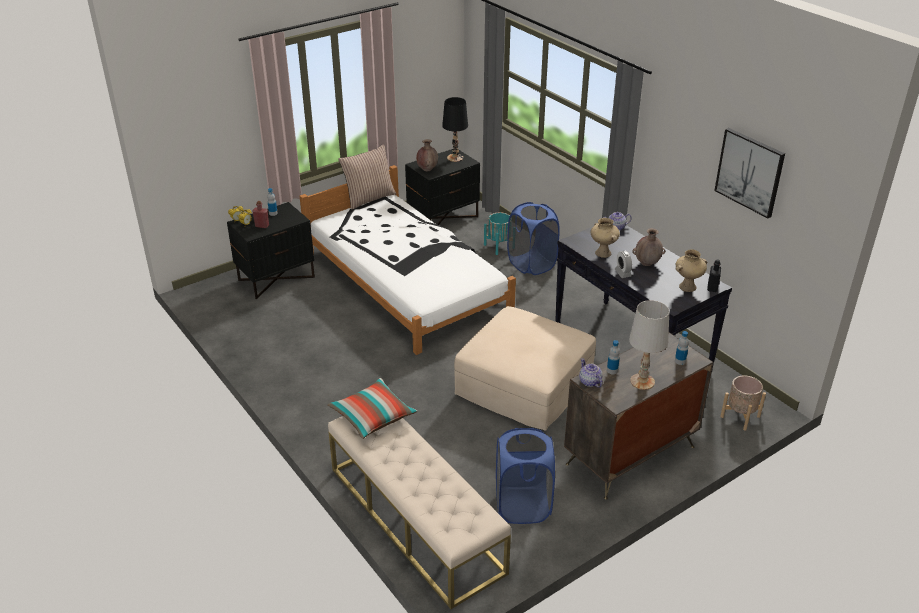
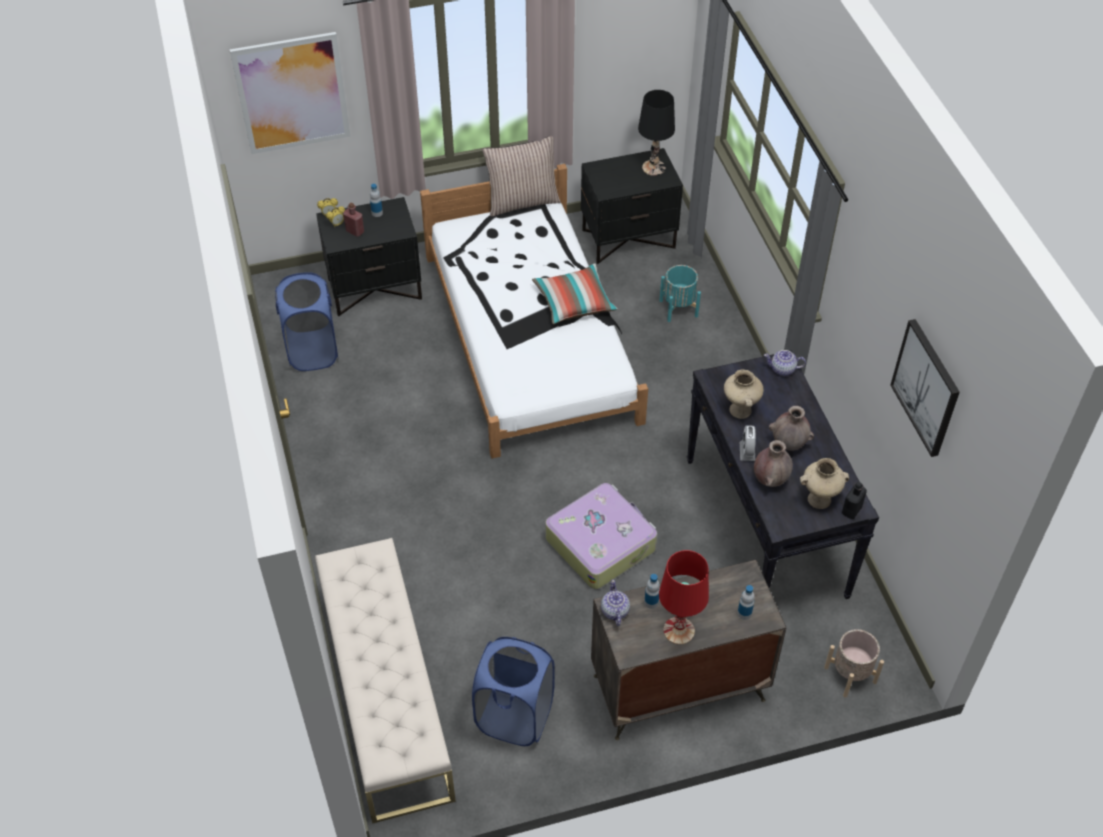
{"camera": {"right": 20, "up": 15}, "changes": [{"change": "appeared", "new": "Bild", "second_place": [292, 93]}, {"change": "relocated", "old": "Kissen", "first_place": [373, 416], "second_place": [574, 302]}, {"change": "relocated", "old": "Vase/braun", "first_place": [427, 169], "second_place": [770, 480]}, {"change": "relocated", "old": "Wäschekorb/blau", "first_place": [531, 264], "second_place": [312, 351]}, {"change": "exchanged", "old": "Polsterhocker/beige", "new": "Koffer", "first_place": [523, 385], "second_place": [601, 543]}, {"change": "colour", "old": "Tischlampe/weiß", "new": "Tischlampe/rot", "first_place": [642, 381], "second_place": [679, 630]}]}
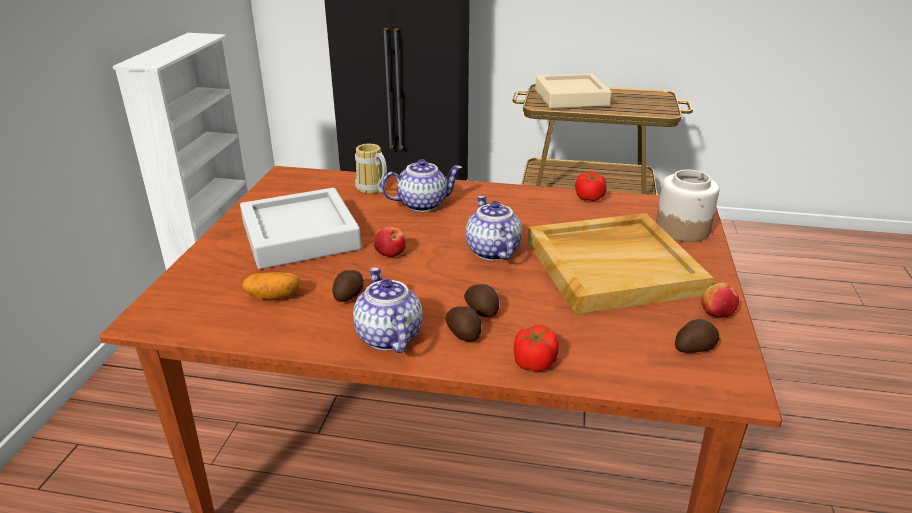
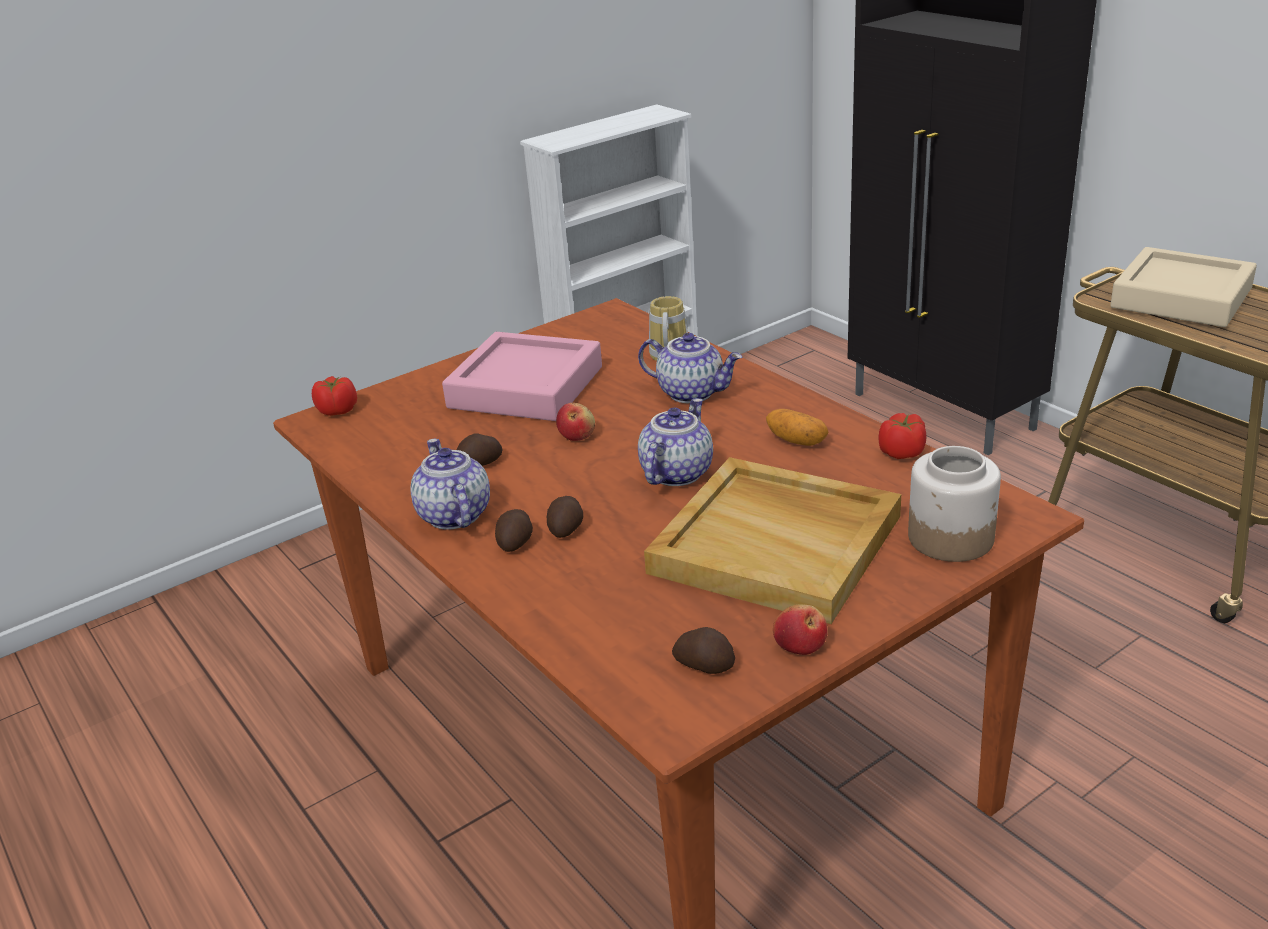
{"camera": {"right": 45, "up": 0}, "changes": [{"change": "relocated", "old": "Kartoffel", "first_place": [274, 296], "second_place": [797, 440]}, {"change": "relocated", "old": "Tomate", "first_place": [534, 362], "second_place": [337, 410]}, {"change": "colour", "old": "Tablett/grau", "new": "Tablett/rosa", "first_place": [300, 236], "second_place": [526, 387]}, {"change": "spun", "old": "Teekanne", "first_place": [387, 336], "second_place": [453, 515], "degrees": -45}]}
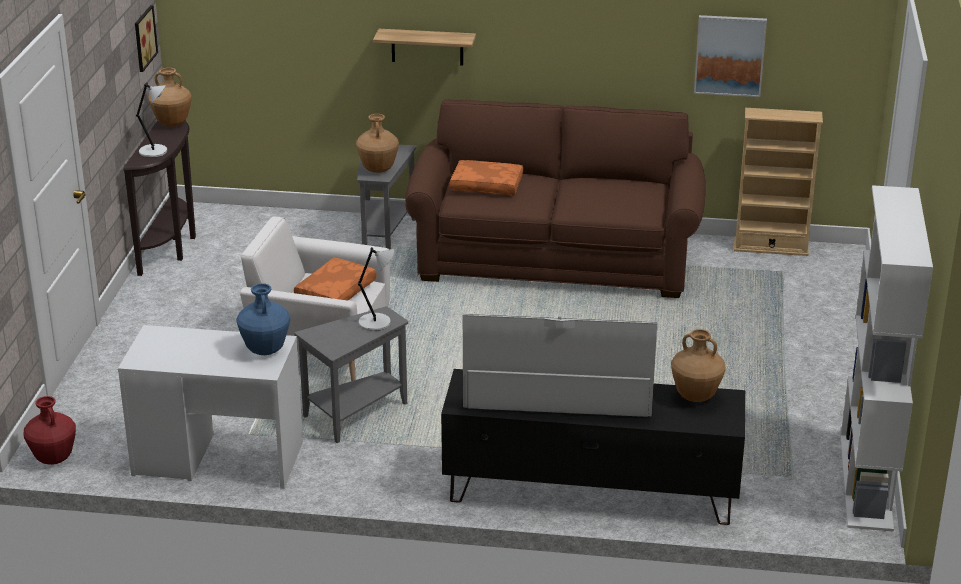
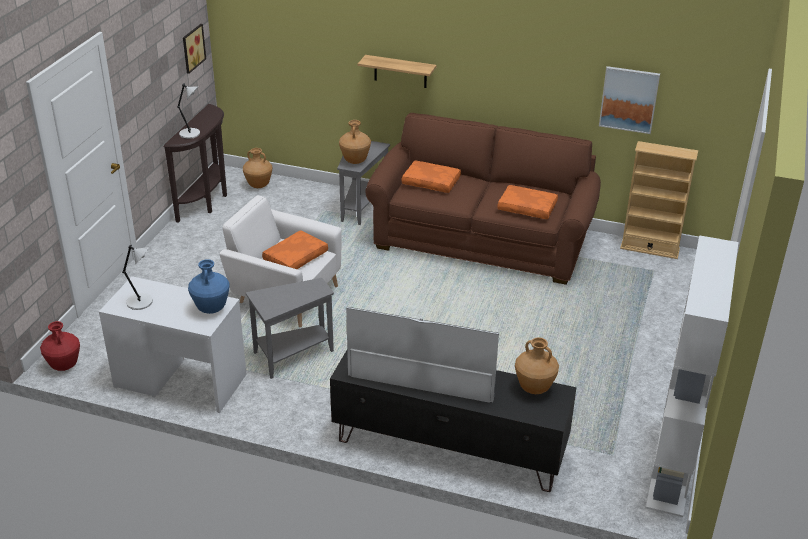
{"camera": {"right": 10, "up": 5}, "changes": [{"change": "appeared", "new": "Kissen/orange", "second_place": [527, 208]}, {"change": "relocated", "old": "Vase/braun", "first_place": [173, 124], "second_place": [259, 185]}, {"change": "relocated", "old": "Tischlampe/grau", "first_place": [376, 322], "second_place": [141, 302]}]}
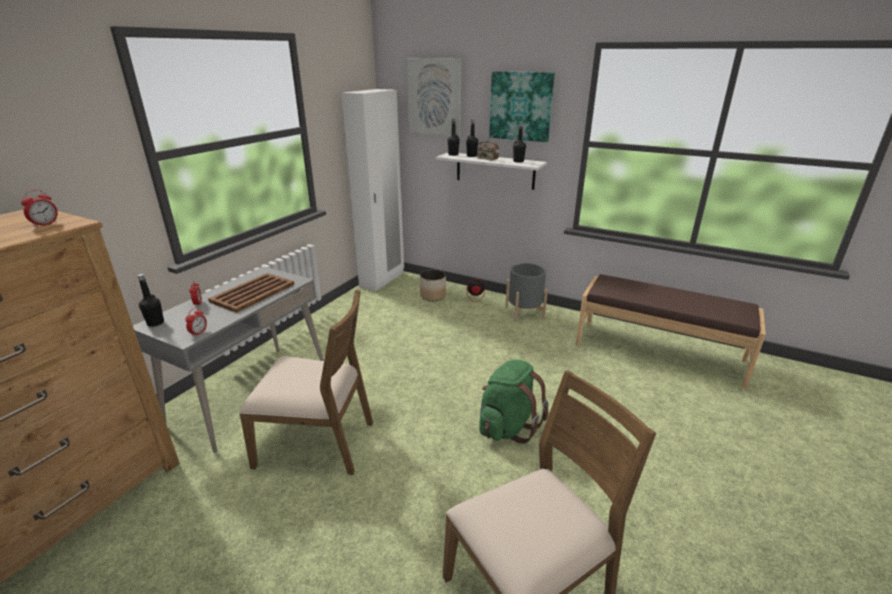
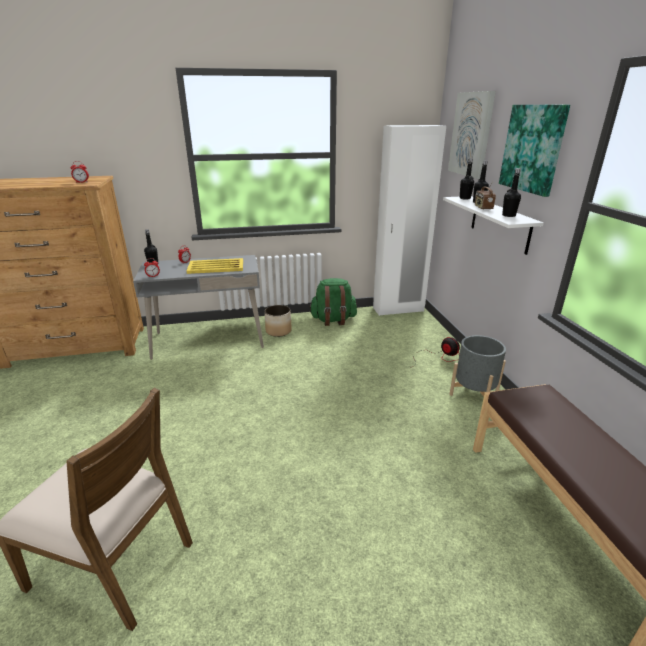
{"camera": {"right": 50, "up": 0}, "changes": [{"change": "missing", "old": "Stuhl/braun", "first_place": [317, 442]}, {"change": "relocated", "old": "Pflanzkübel", "first_place": [433, 296], "second_place": [278, 331]}, {"change": "relocated", "old": "Rucksack/grün", "first_place": [507, 426], "second_place": [333, 320]}, {"change": "colour", "old": "Tablett/braun", "new": "Tablett/gelb", "first_place": [254, 292], "second_place": [216, 267]}]}
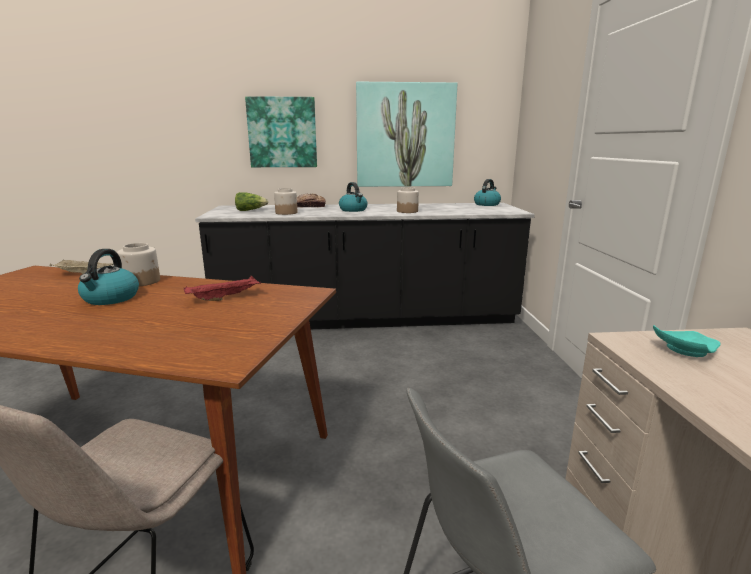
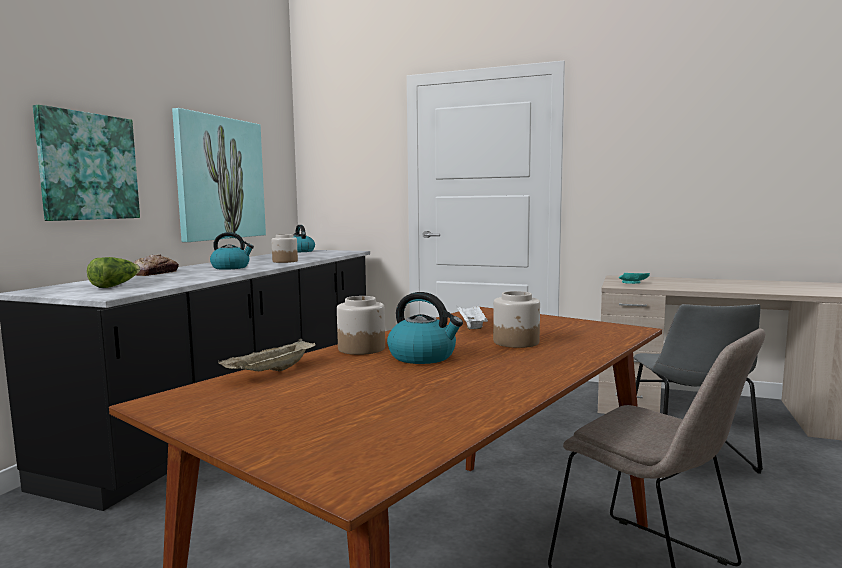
{"camera": {"right": -65, "up": -10}, "changes": [{"change": "relocated", "old": "Vorratsglas", "first_place": [286, 213], "second_place": [516, 342]}, {"change": "colour", "old": "Tablett/rot", "new": "Tablett/weiß", "first_place": [225, 297], "second_place": [471, 327]}]}
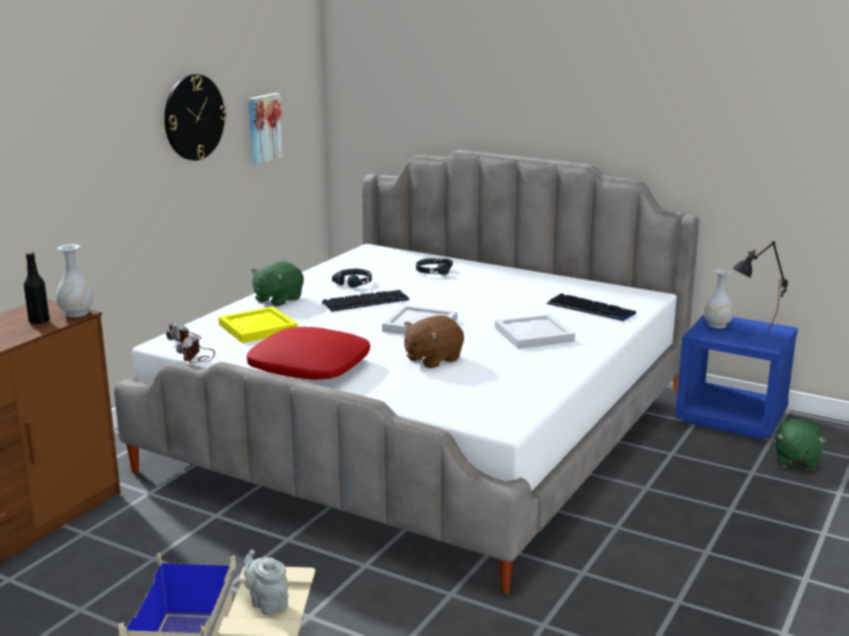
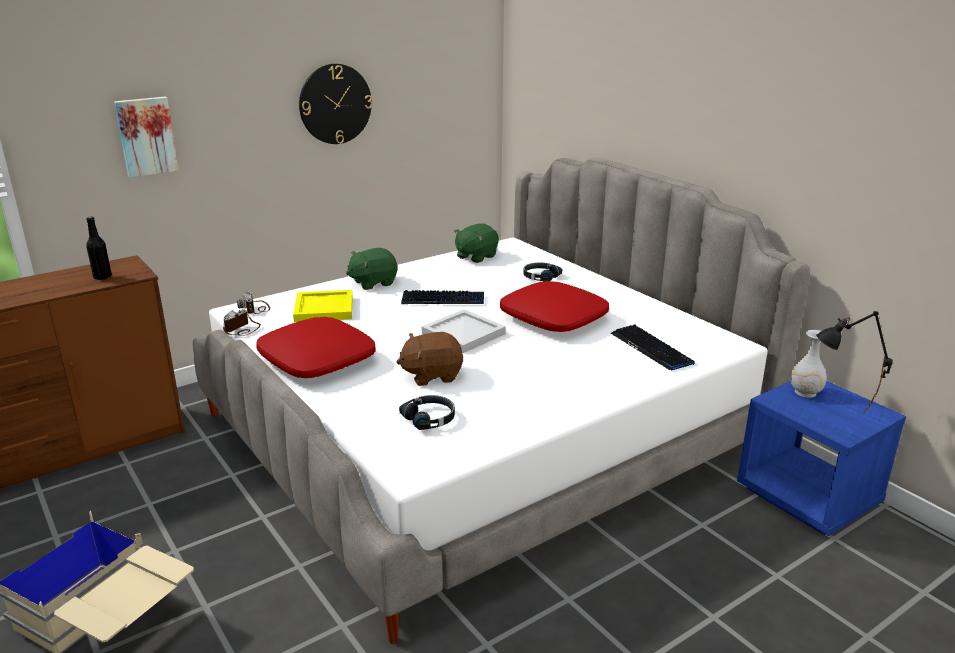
{"camera": {"right": 25, "up": 5}, "changes": [{"change": "missing", "old": "Vase/weiß", "first_place": [77, 313]}, {"change": "missing", "old": "Teekanne/grau", "first_place": [267, 603]}, {"change": "missing", "old": "Tablett/weiß", "first_place": [535, 334]}, {"change": "appeared", "new": "Kissen/rot", "second_place": [554, 318]}, {"change": "relocated", "old": "Bild", "first_place": [263, 128], "second_place": [146, 136]}, {"change": "relocated", "old": "Kopfhörer/schwarz", "first_place": [354, 282], "second_place": [430, 418]}, {"change": "relocated", "old": "Plüschtier/grün", "first_place": [795, 460], "second_place": [476, 256]}]}
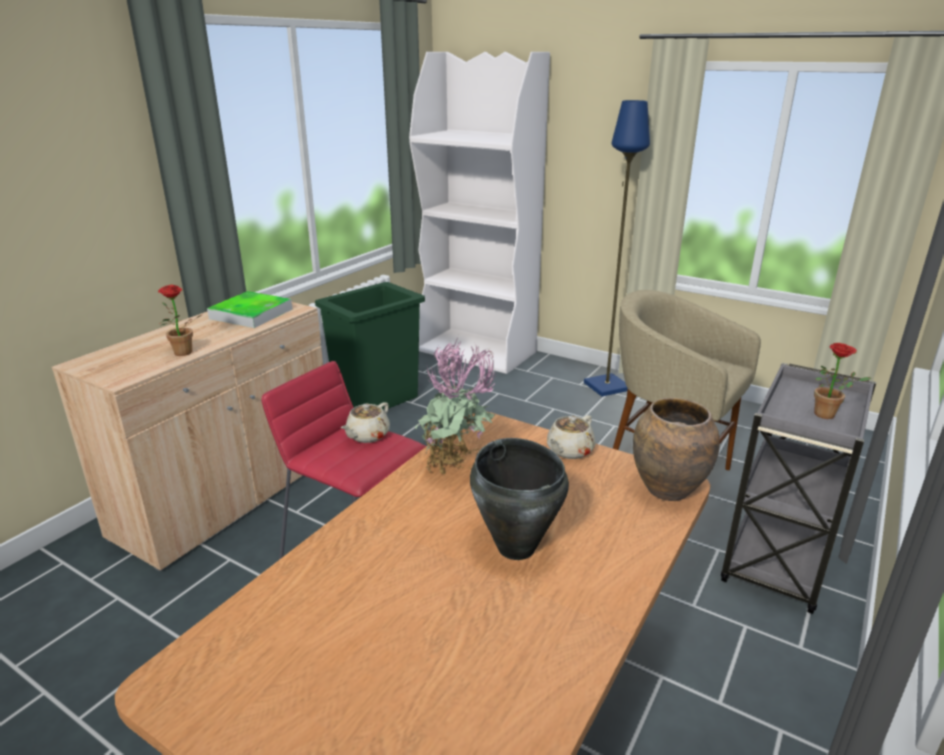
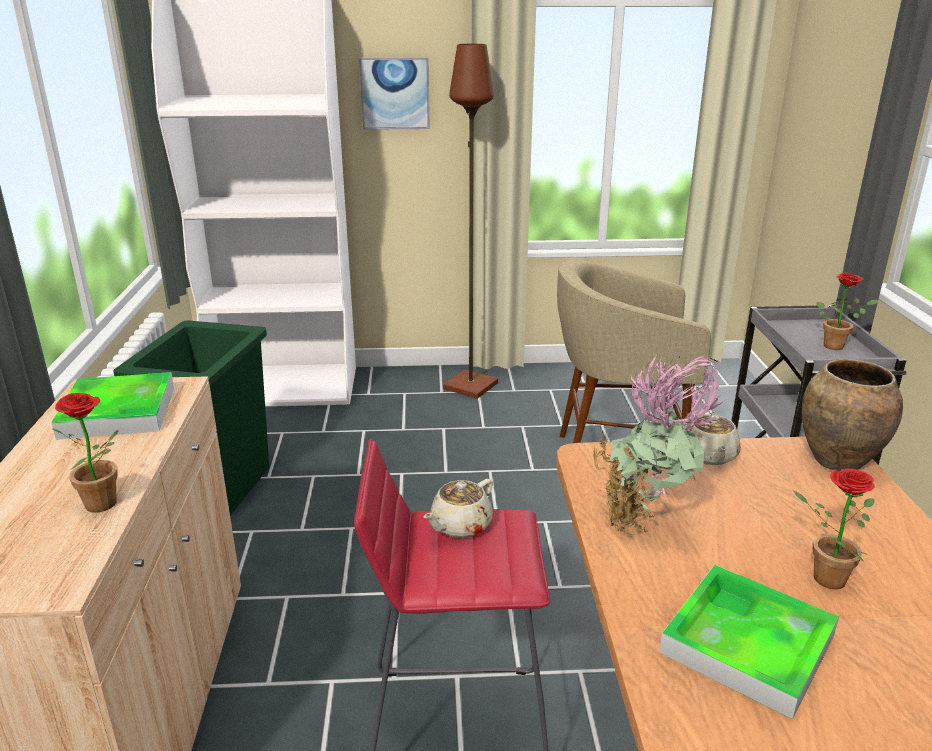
{"camera": {"right": -35, "up": 0}, "changes": [{"change": "appeared", "new": "Bild", "second_place": [395, 93]}, {"change": "appeared", "new": "Tablett", "second_place": [747, 644]}, {"change": "exchanged", "old": "Kochtopf/schwarz", "new": "Topfpflanze", "first_place": [516, 547], "second_place": [821, 577]}, {"change": "colour", "old": "Stehlampe/blau", "new": "Stehlampe/braun", "first_place": [606, 387], "second_place": [471, 386]}, {"change": "spun", "old": "Teekanne/beige", "first_place": [367, 436], "second_place": [460, 526], "degrees": 45}]}
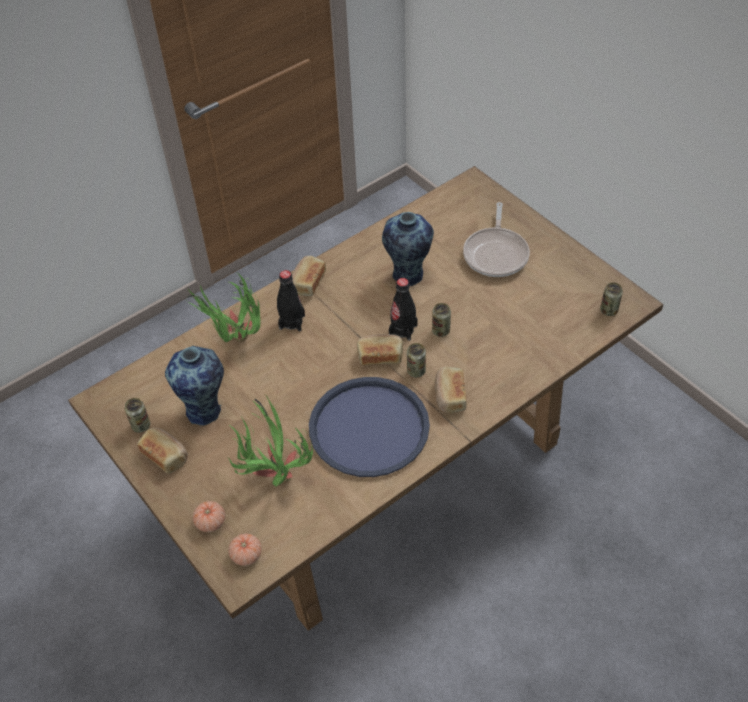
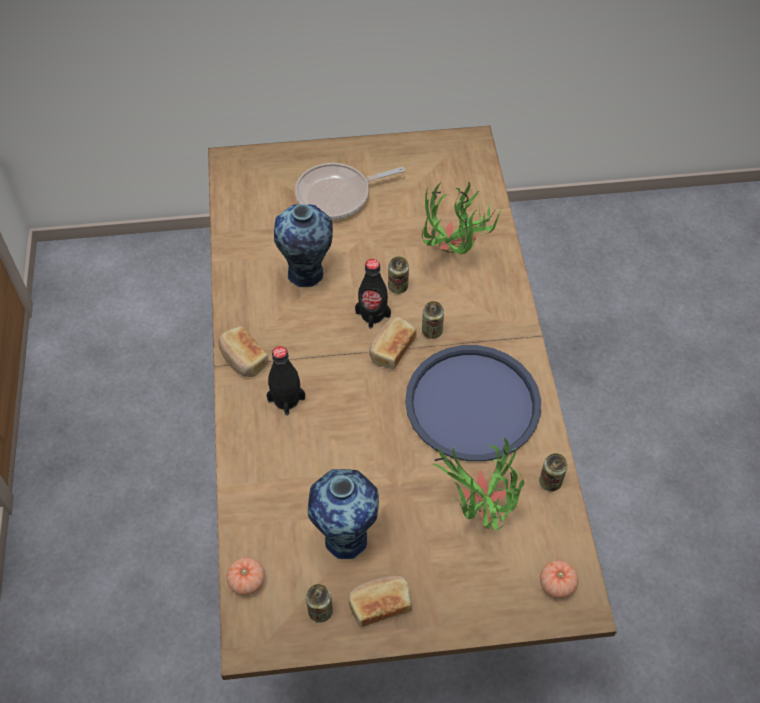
{"camera": {"right": -60, "up": 5}, "changes": [{"change": "missing", "old": "Brot", "first_place": [449, 396]}, {"change": "relocated", "old": "Topfpflanze", "first_place": [237, 344], "second_place": [452, 257]}, {"change": "relocated", "old": "Tomate", "first_place": [210, 522], "second_place": [247, 581]}, {"change": "relocated", "old": "Dose", "first_place": [609, 310], "second_place": [550, 482]}, {"change": "spun", "old": "Pfanne", "first_place": [496, 253], "second_place": [337, 195], "degrees": 120}]}
